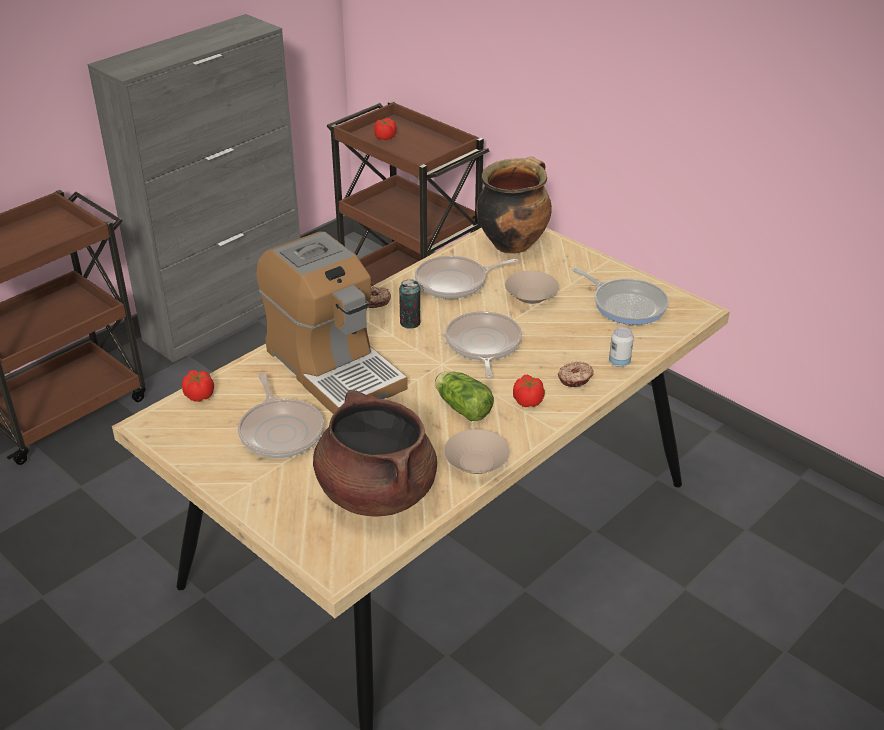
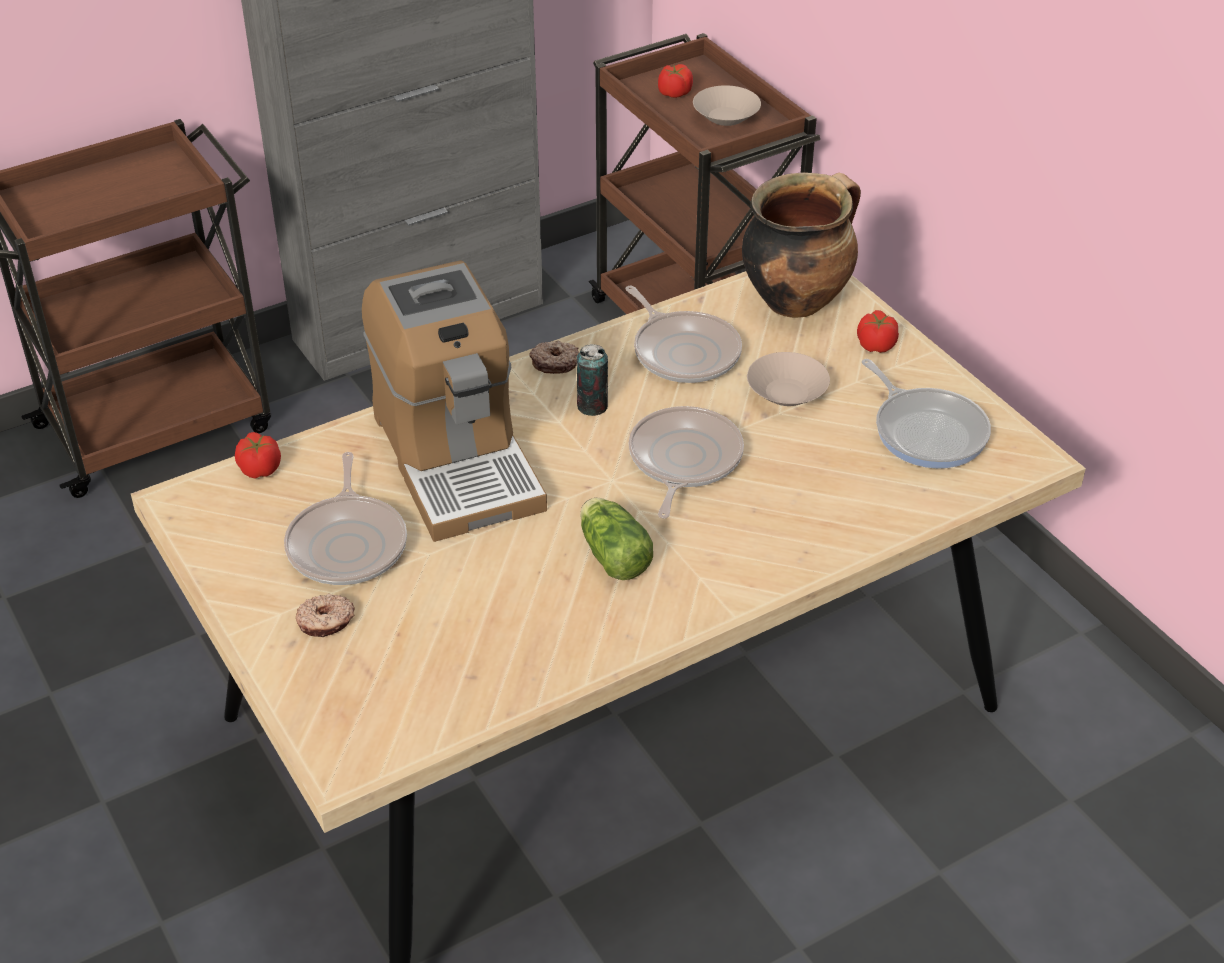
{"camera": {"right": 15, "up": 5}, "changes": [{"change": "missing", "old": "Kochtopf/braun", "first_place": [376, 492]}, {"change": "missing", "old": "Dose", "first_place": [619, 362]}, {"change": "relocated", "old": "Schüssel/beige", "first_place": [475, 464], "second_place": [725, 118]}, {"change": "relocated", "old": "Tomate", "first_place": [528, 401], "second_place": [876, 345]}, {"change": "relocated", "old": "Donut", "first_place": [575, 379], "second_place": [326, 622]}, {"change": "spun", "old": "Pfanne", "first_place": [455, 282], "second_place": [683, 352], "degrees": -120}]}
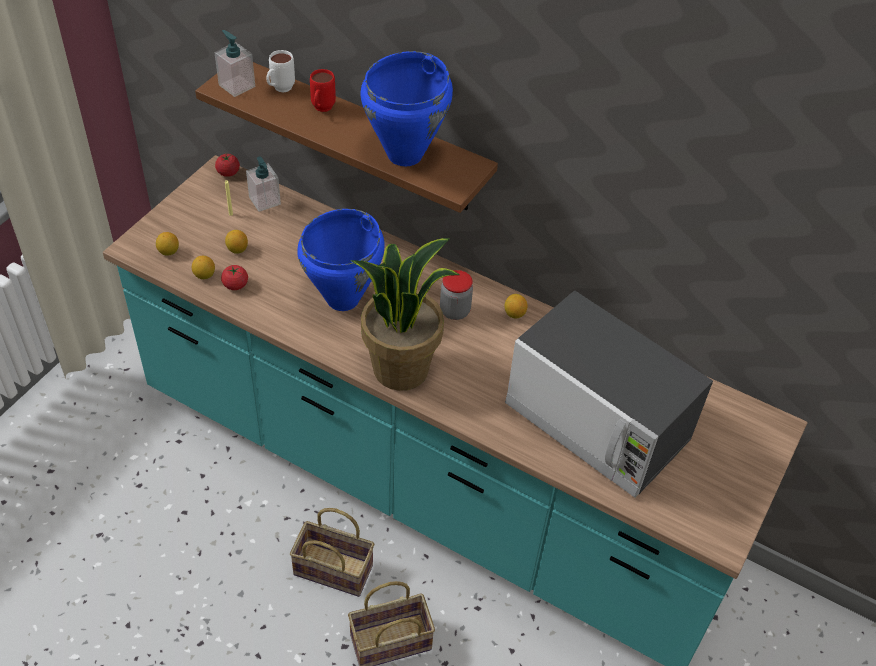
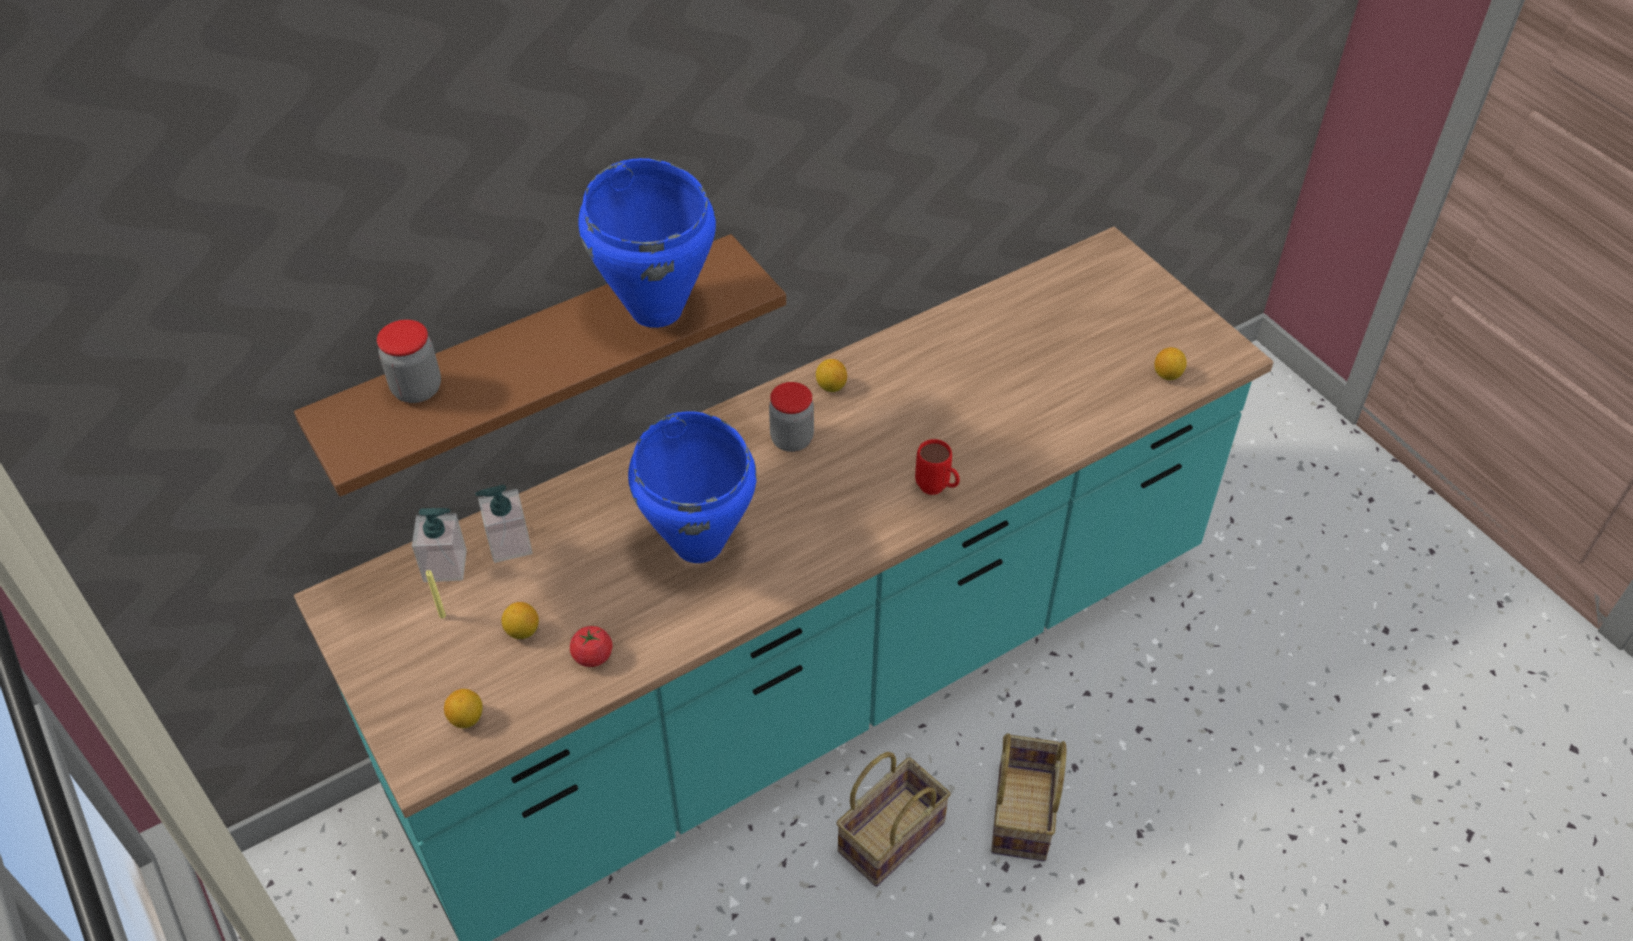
{"camera": {"right": -60, "up": 0}, "changes": [{"change": "missing", "old": "Tomate", "first_place": [228, 172]}, {"change": "missing", "old": "Topfpflanze", "first_place": [401, 368]}, {"change": "missing", "old": "Mikrowelle", "first_place": [597, 424]}, {"change": "relocated", "old": "Zitrone", "first_place": [204, 275], "second_place": [1167, 375]}, {"change": "relocated", "old": "Seifenspender", "first_place": [236, 86], "second_place": [509, 544]}, {"change": "relocated", "old": "Henkelbecher/rot", "first_place": [321, 110], "second_place": [937, 489]}, {"change": "exchanged", "old": "Henkelbecher/weiß", "new": "Vorratsglas", "first_place": [279, 90], "second_place": [417, 389]}]}
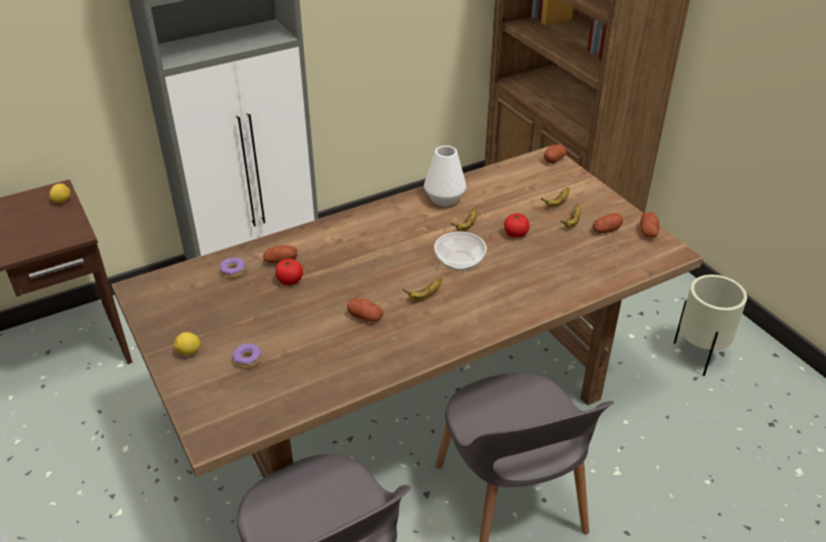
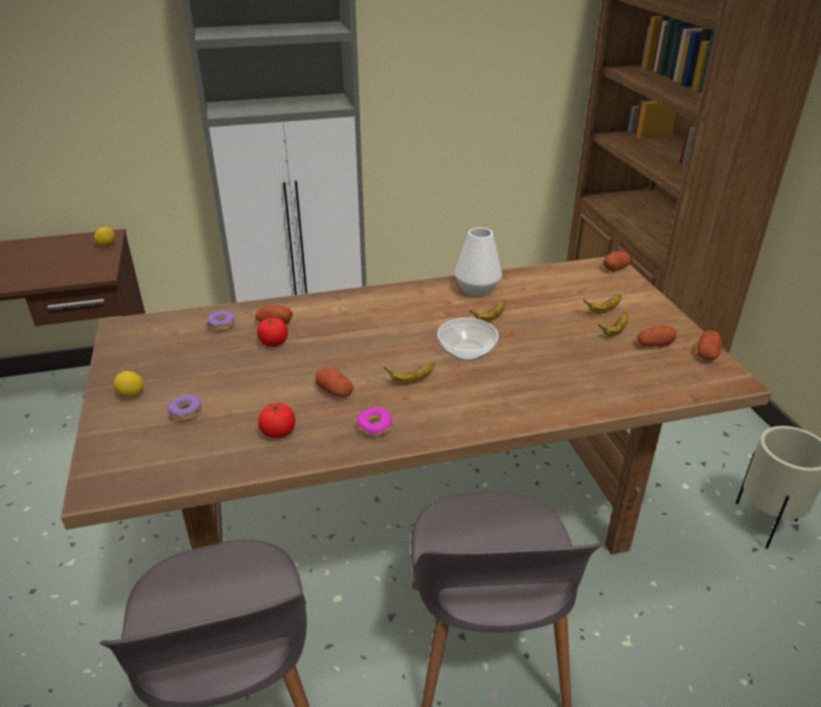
{"camera": {"right": 15, "up": -5}, "changes": [{"change": "appeared", "new": "Donut", "second_place": [374, 427]}, {"change": "relocated", "old": "Tomate", "first_place": [515, 234], "second_place": [278, 432]}]}
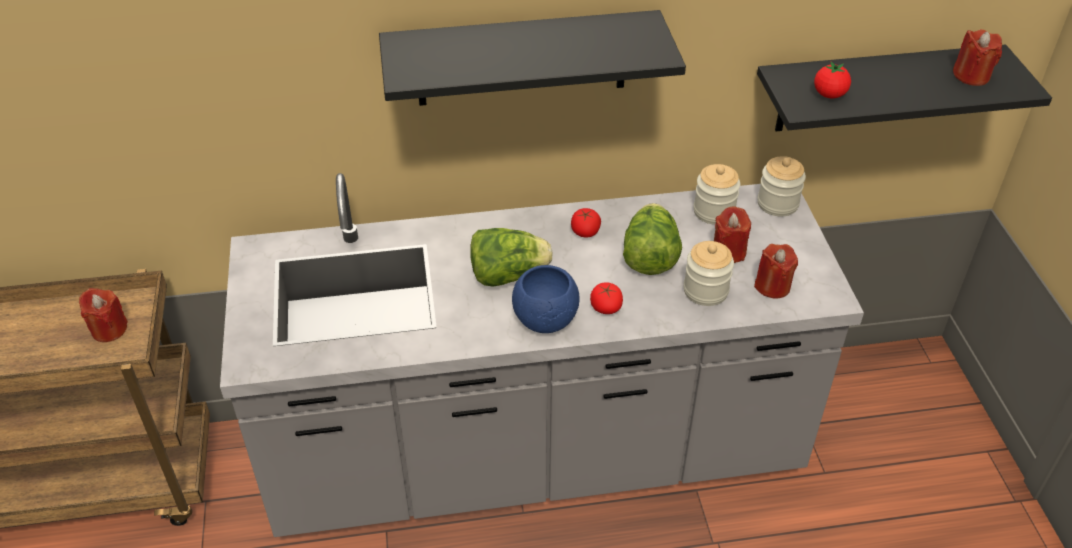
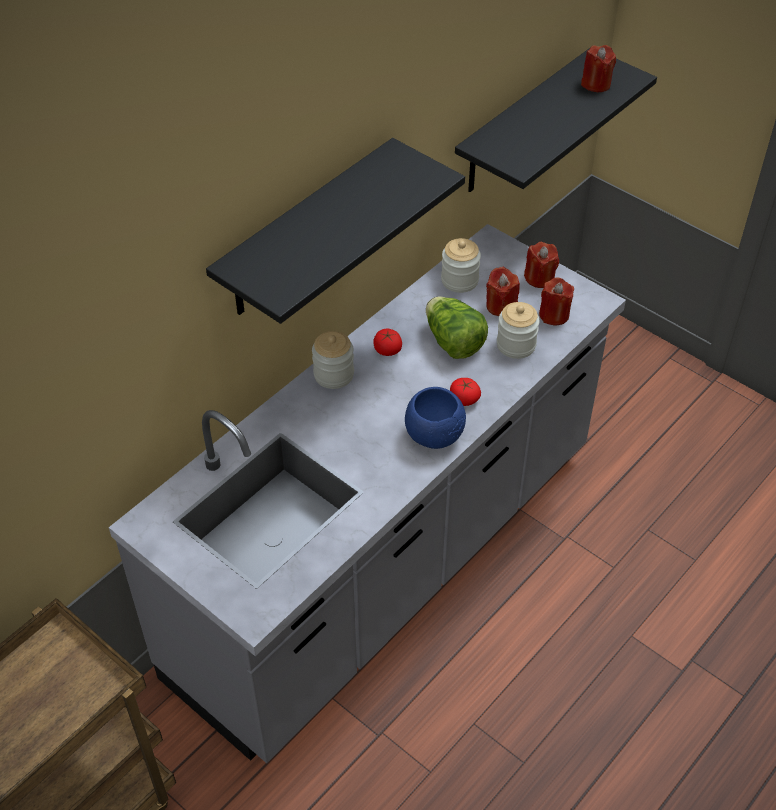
{"camera": {"right": -40, "up": 5}, "changes": [{"change": "missing", "old": "Salatkopf", "first_place": [508, 275]}, {"change": "missing", "old": "Tomate", "first_place": [829, 95]}, {"change": "relocated", "old": "Kerze/rot", "first_place": [109, 329], "second_place": [539, 278]}, {"change": "relocated", "old": "Vorratsglas", "first_place": [777, 203], "second_place": [333, 374]}]}
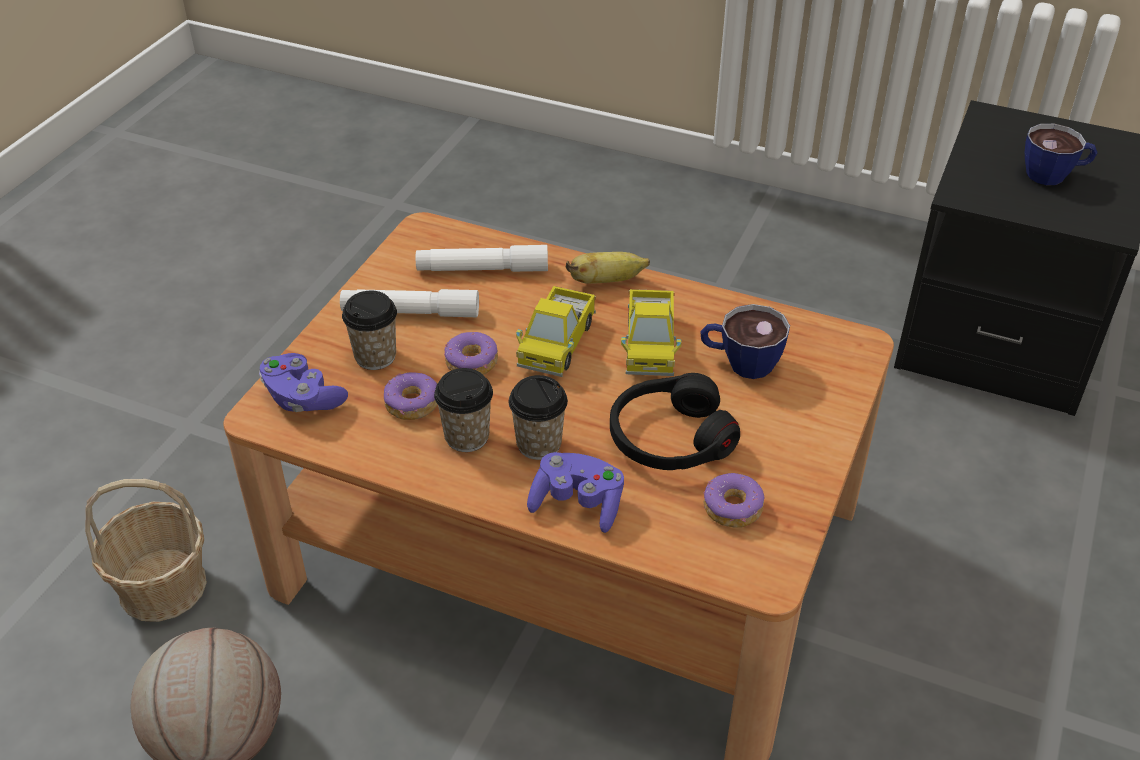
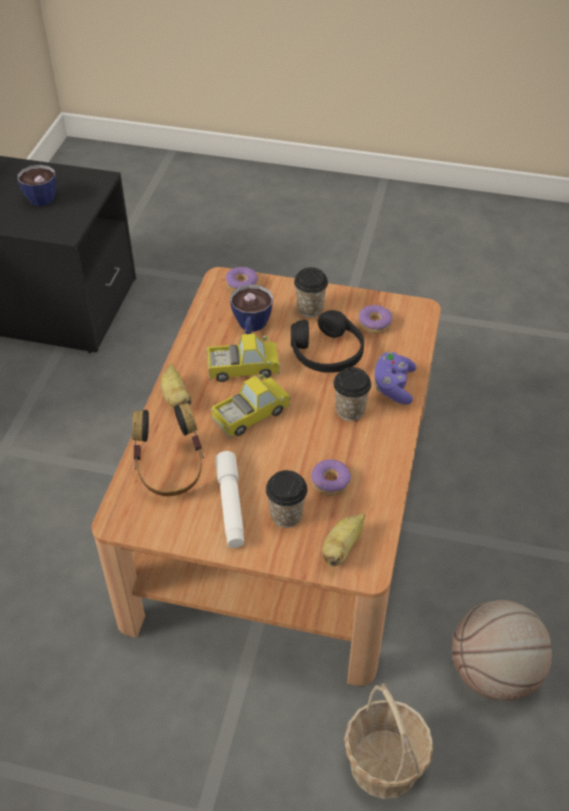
{"camera": {"right": -100, "up": 5}, "changes": [{"change": "relocated", "old": "Tasse", "first_place": [467, 437], "second_place": [310, 309]}, {"change": "relocated", "old": "Donut", "first_place": [472, 362], "second_place": [242, 285]}, {"change": "exchanged", "old": "Gamepad/lila", "new": "Banane", "first_place": [302, 398], "second_place": [342, 548]}, {"change": "exchanged", "old": "Taschenlampe/weiß", "new": "Kopfhörer", "first_place": [482, 269], "second_place": [170, 471]}, {"change": "spun", "old": "Spielzeuglaster", "first_place": [557, 344], "second_place": [251, 415], "degrees": -45}]}
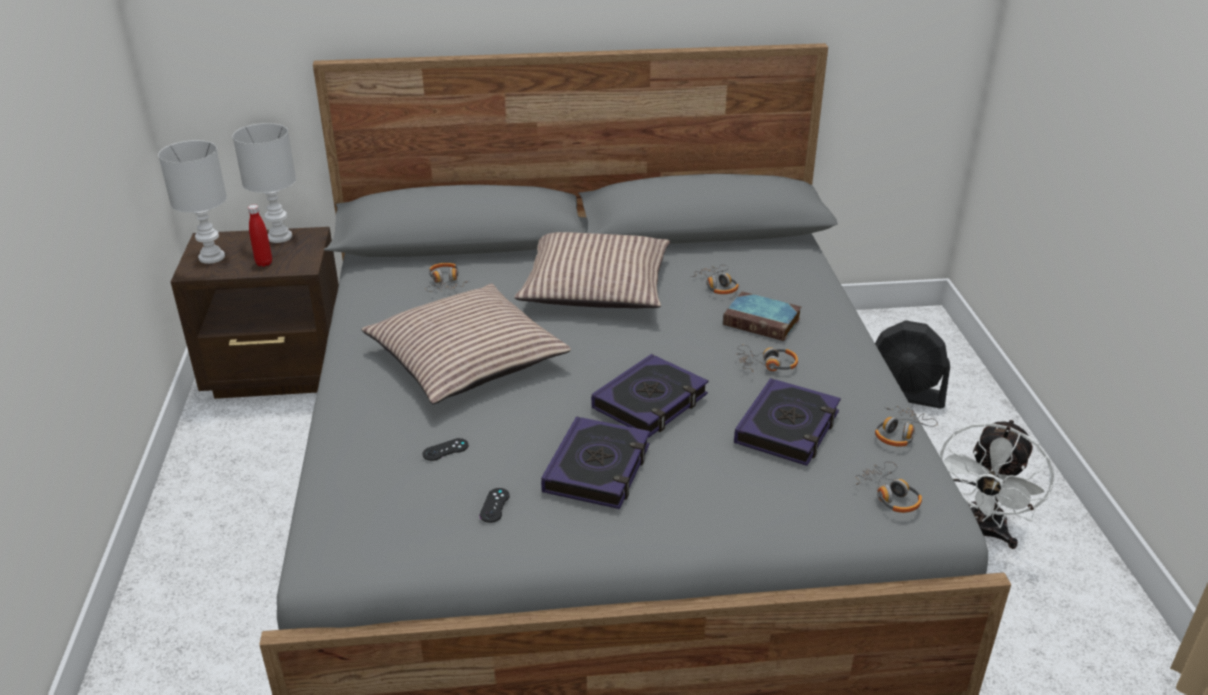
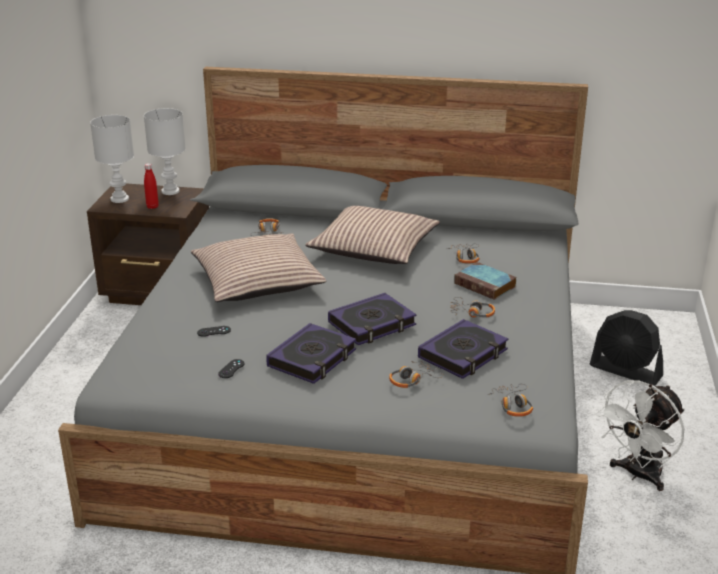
{"camera": {"right": 15, "up": -5}, "changes": [{"change": "relocated", "old": "Kopfhörer", "first_place": [900, 433], "second_place": [413, 380]}]}
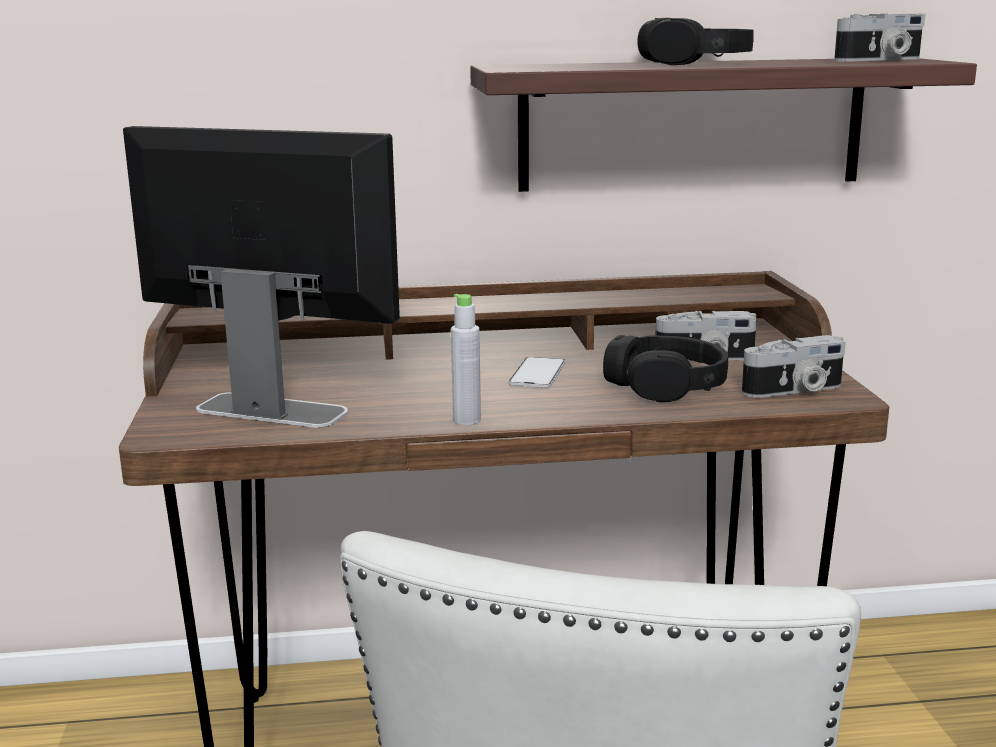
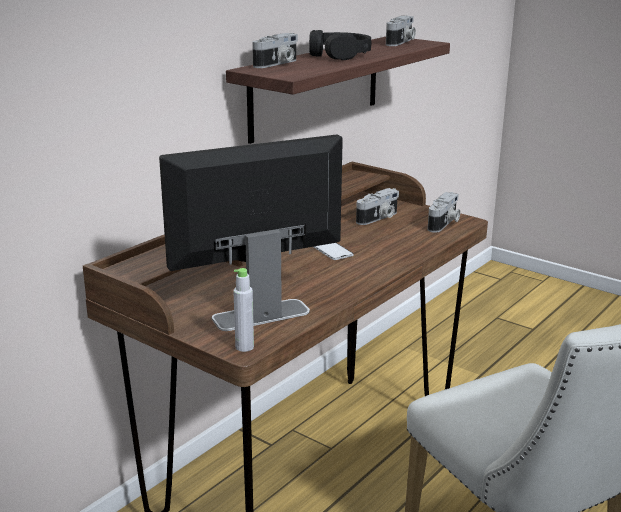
{"camera": {"right": -45, "up": 5}, "changes": [{"change": "missing", "old": "Kopfhörer/schwarz", "first_place": [665, 385]}, {"change": "appeared", "new": "Kamera", "second_place": [277, 64]}, {"change": "relocated", "old": "Flasche/grau", "first_place": [467, 420], "second_place": [244, 347]}]}
